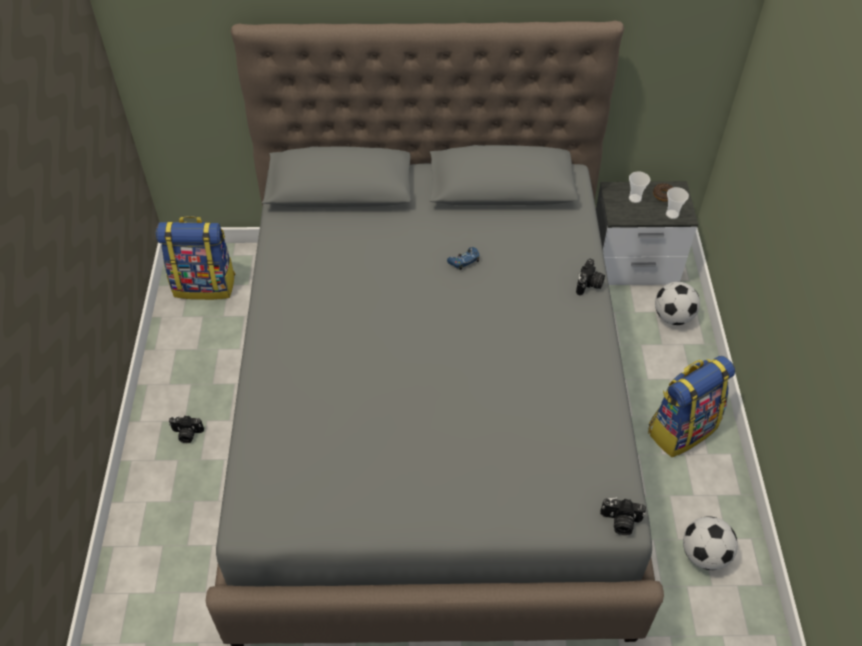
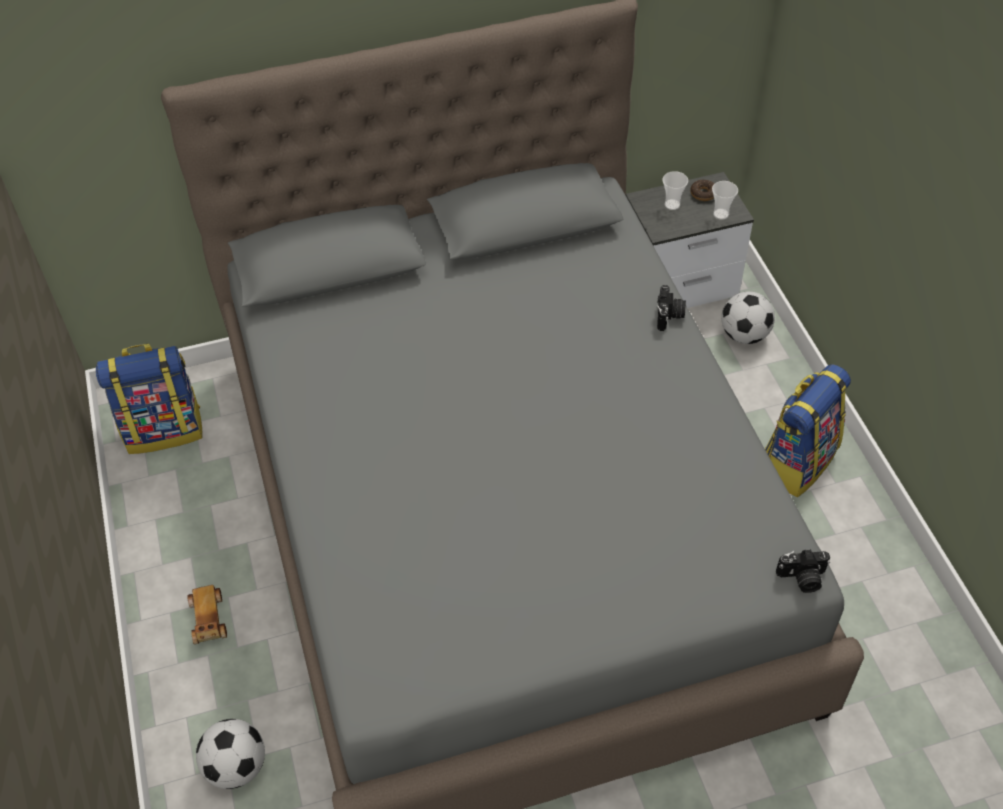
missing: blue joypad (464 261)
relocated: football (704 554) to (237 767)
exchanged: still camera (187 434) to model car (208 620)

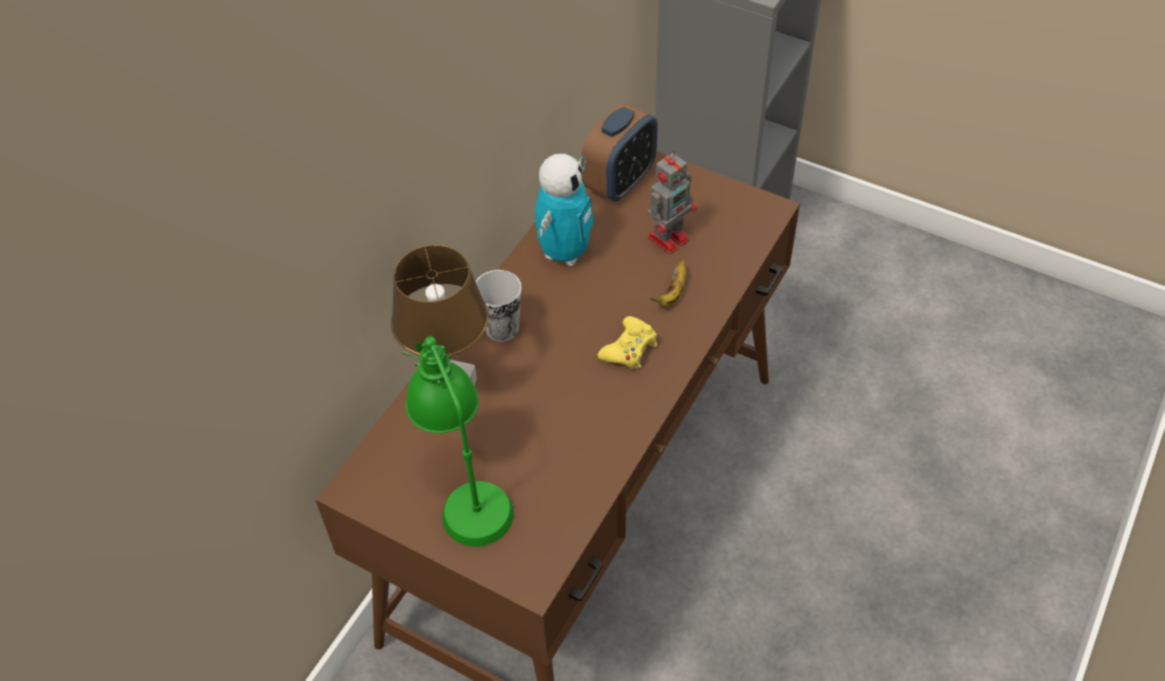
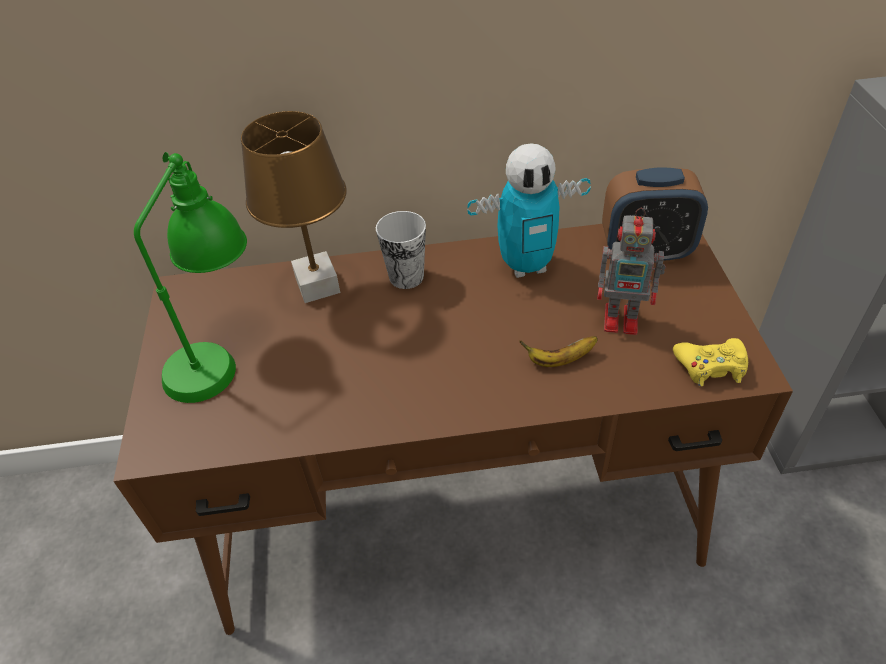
relocated: yellow-coloured joypad (629 349) to (711 366)

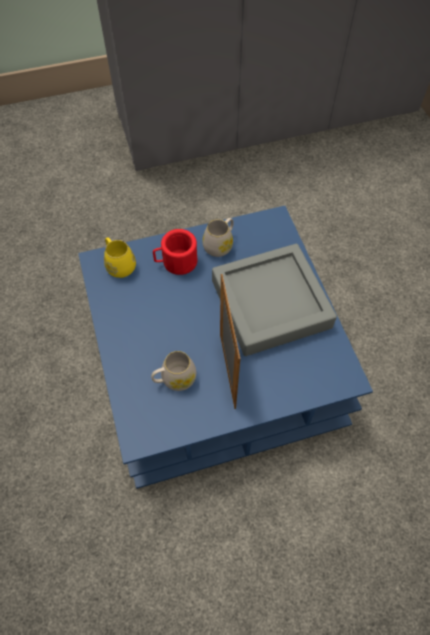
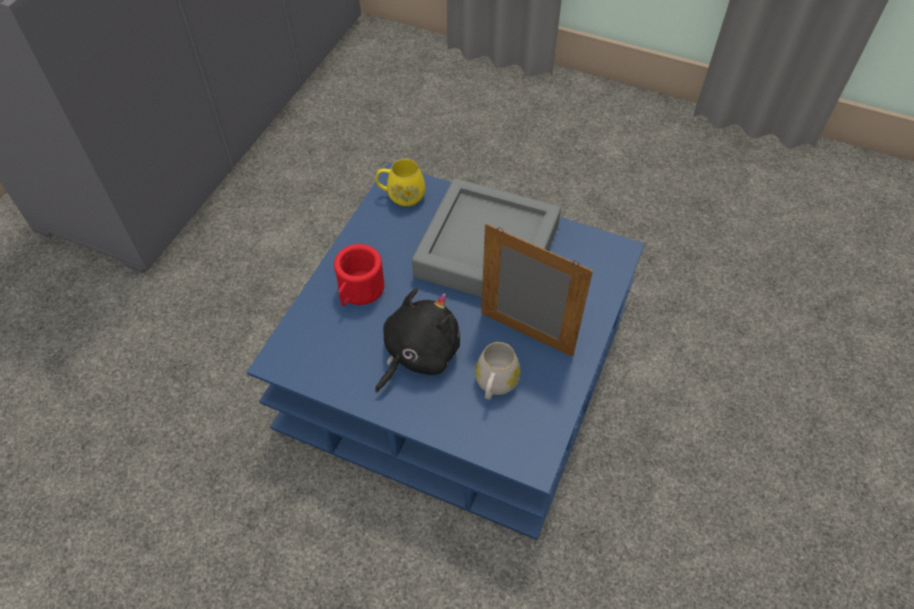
missing: white-coloured coffee mug (220 245)
appeared: black cuddly toy (418 354)
relocated: yellow-coloured coffee mug (119 265) to (401 195)

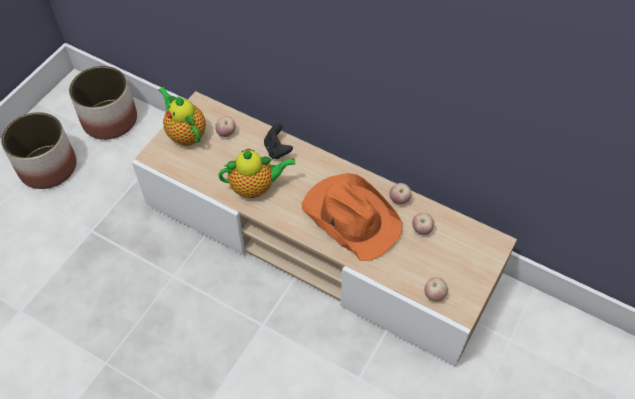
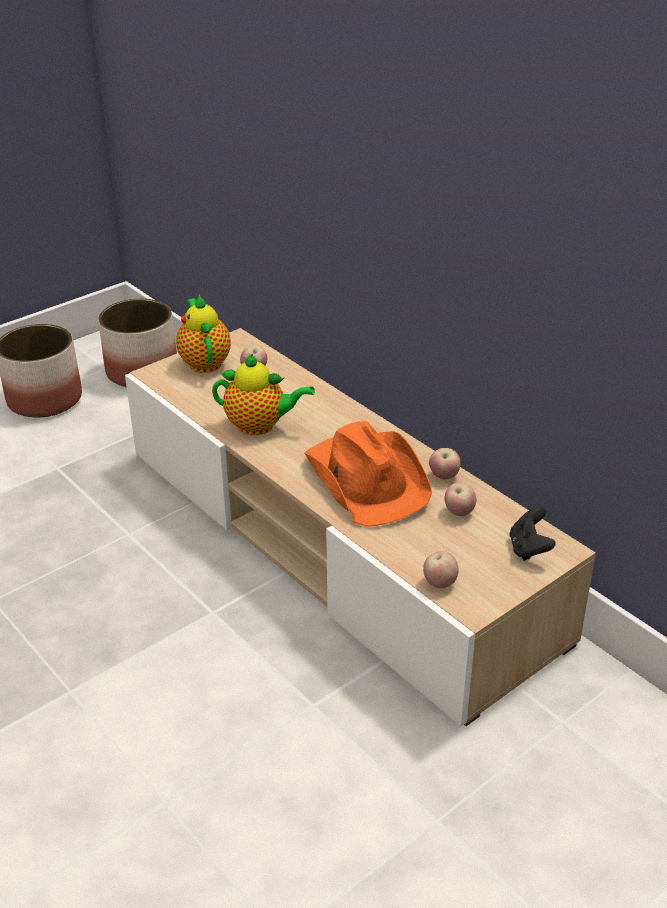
relocated: black joypad (277 150) to (529 549)

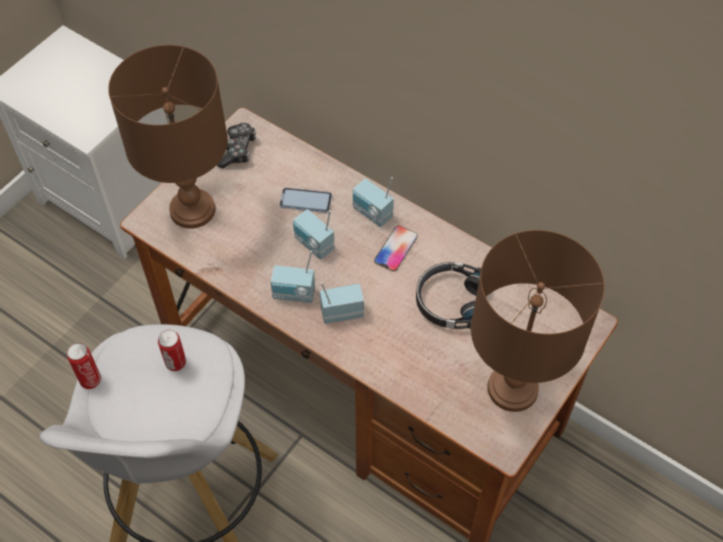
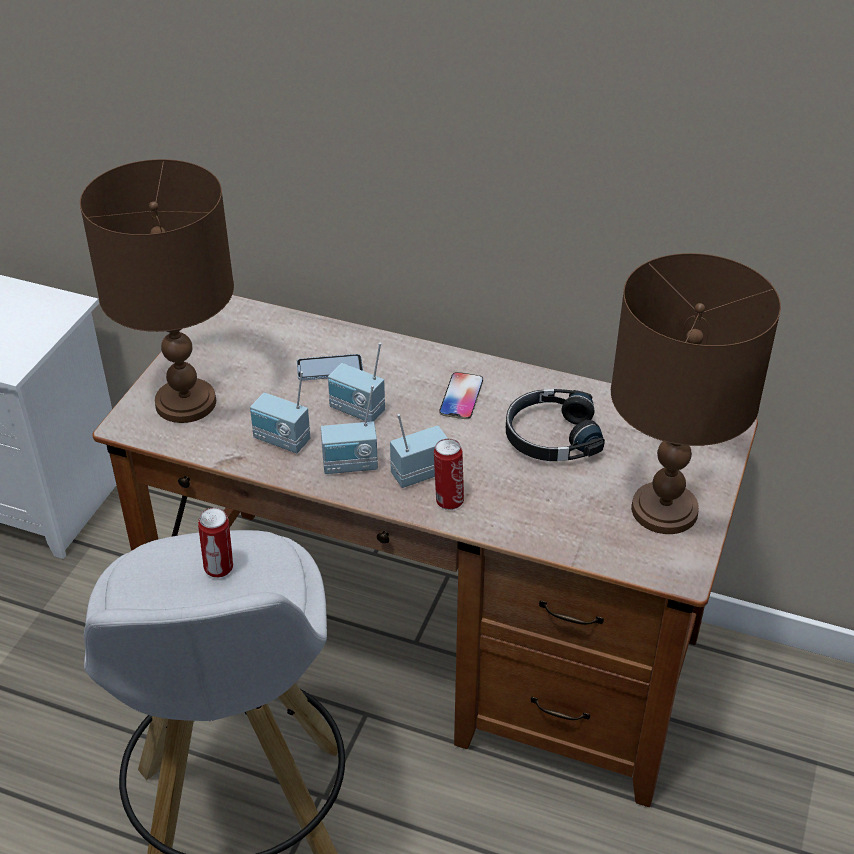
missing: joypad (238 150)
relocated: metal can (90 379) to (448 500); radio receiver (371 214) to (281 441)

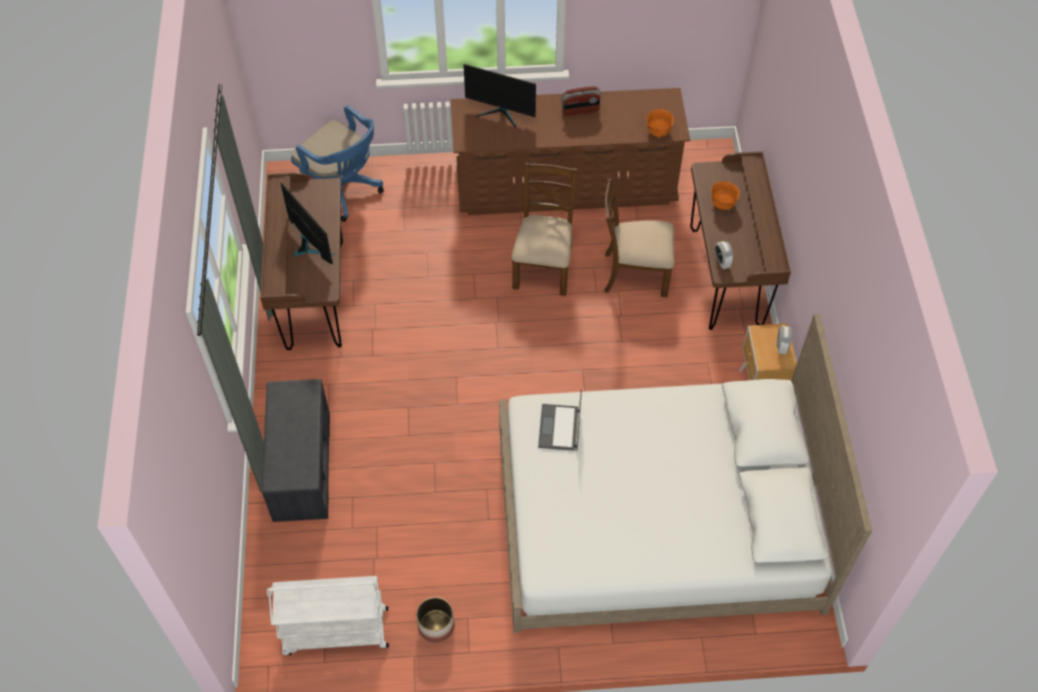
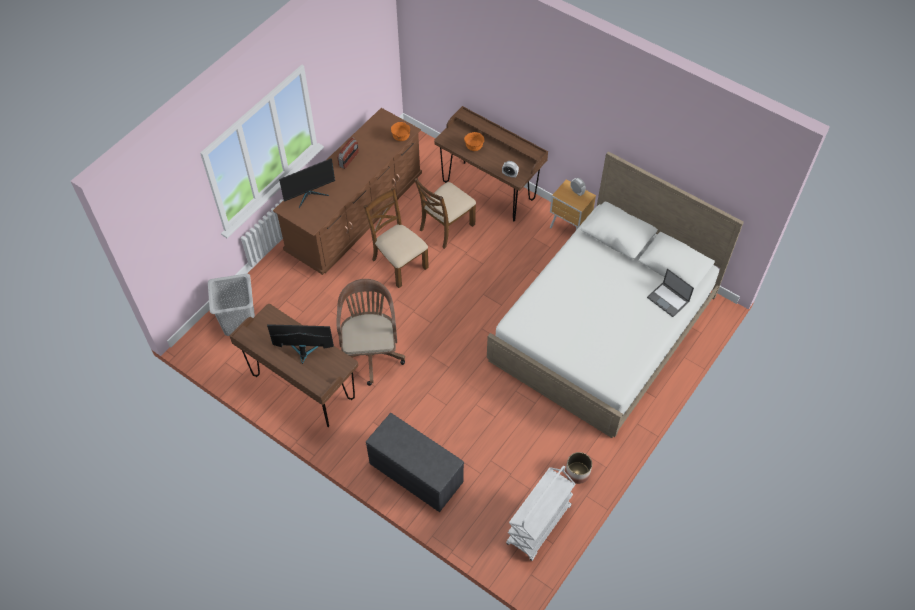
appeared: brown-coloured computer chair (370 351)
relocated: portable computer (559 428) to (668 299)
exchanged: blue computer chair (343 190) to greyish washing basket (239 322)

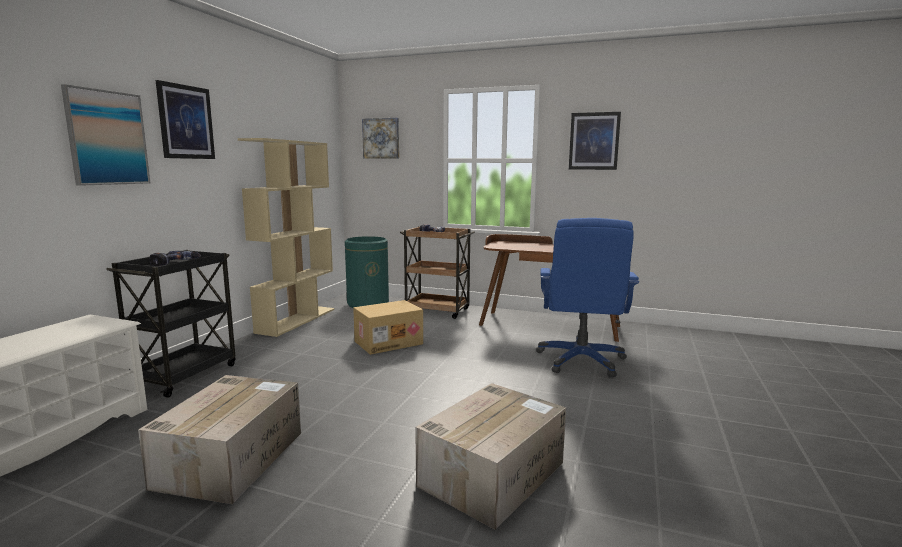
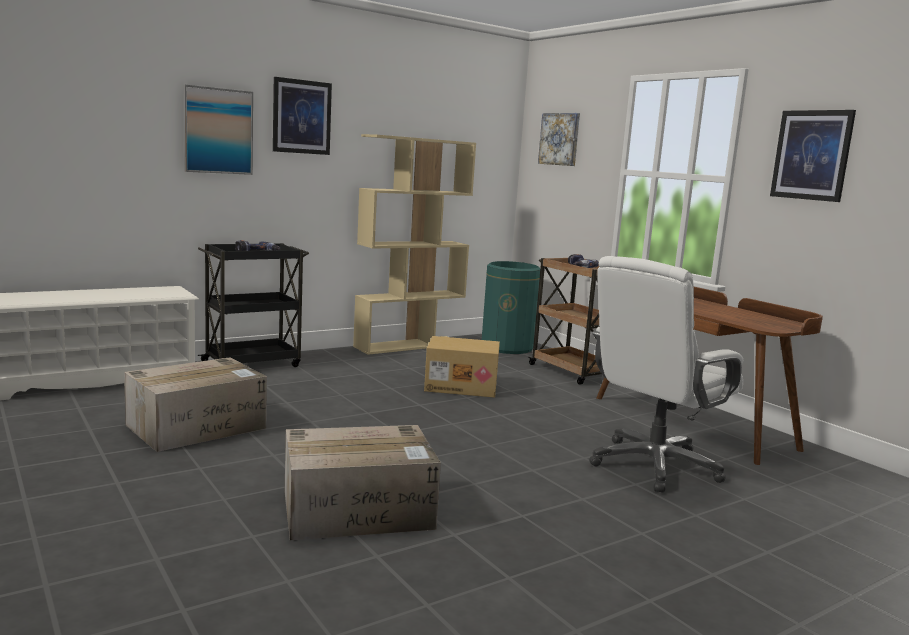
colour: blue computer chair (581 360) to white-coloured computer chair (654 466)

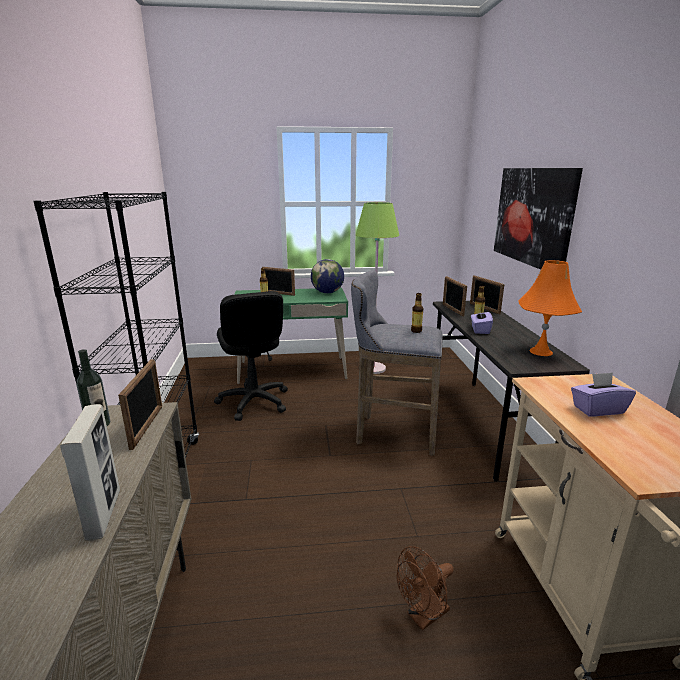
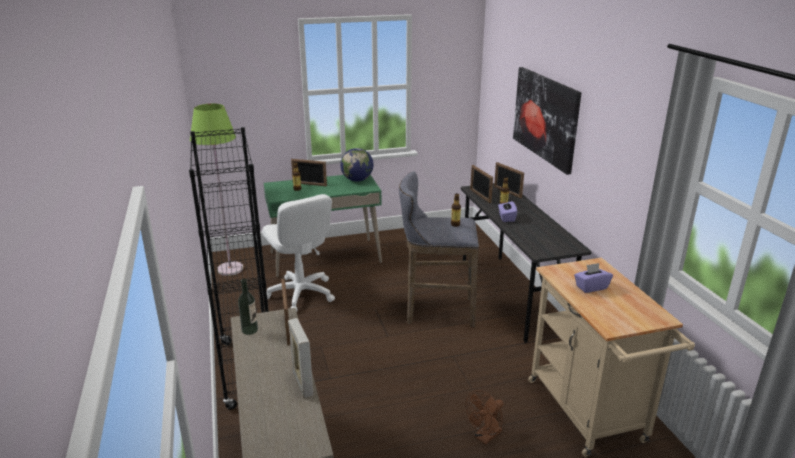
missing: orangey table lamp (541 352)
relocated: green-coloured floor lamp (373 368) to (230 269)
colour: black computer chair (253 402) to white-coloured computer chair (300 294)

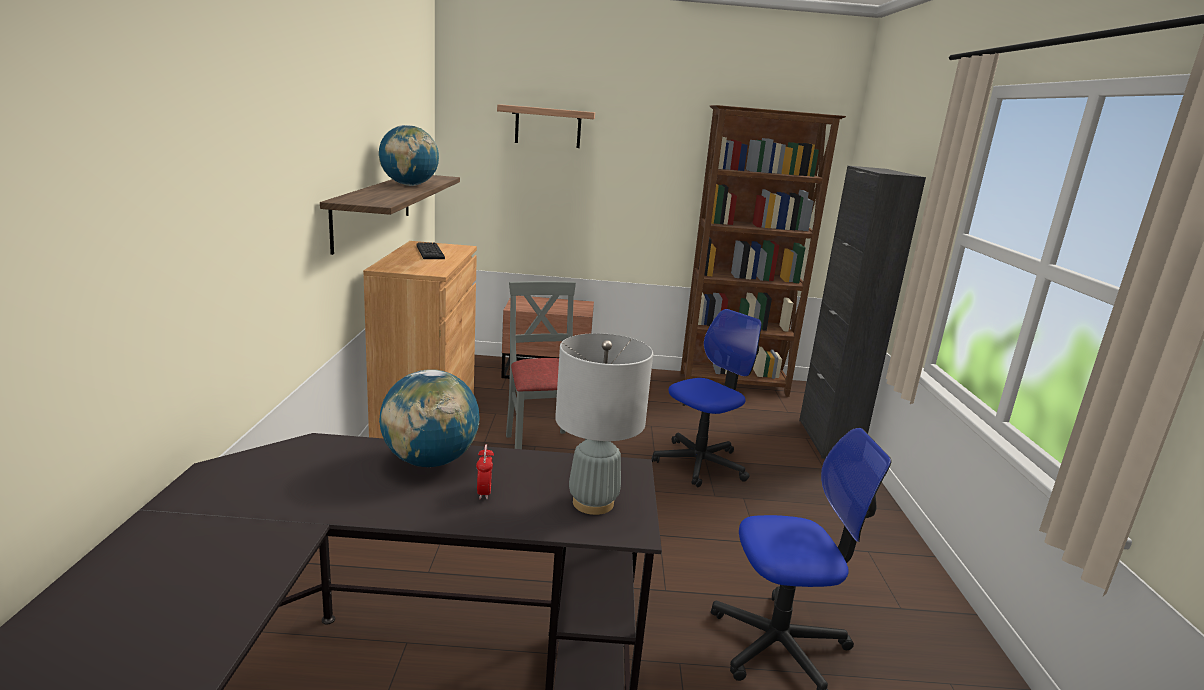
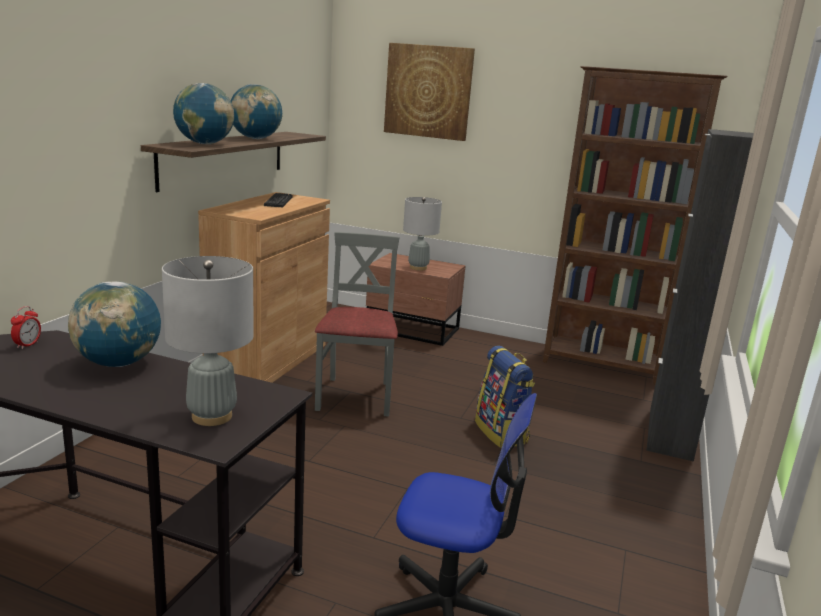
appeared: world globe (204 144); greyish table lamp (418 268)
relocated: table clock (484 492) to (27 345)
exchanged: shelf (548 127) to wall picture (428 91); computer chair (700 463) to backpack (502 433)

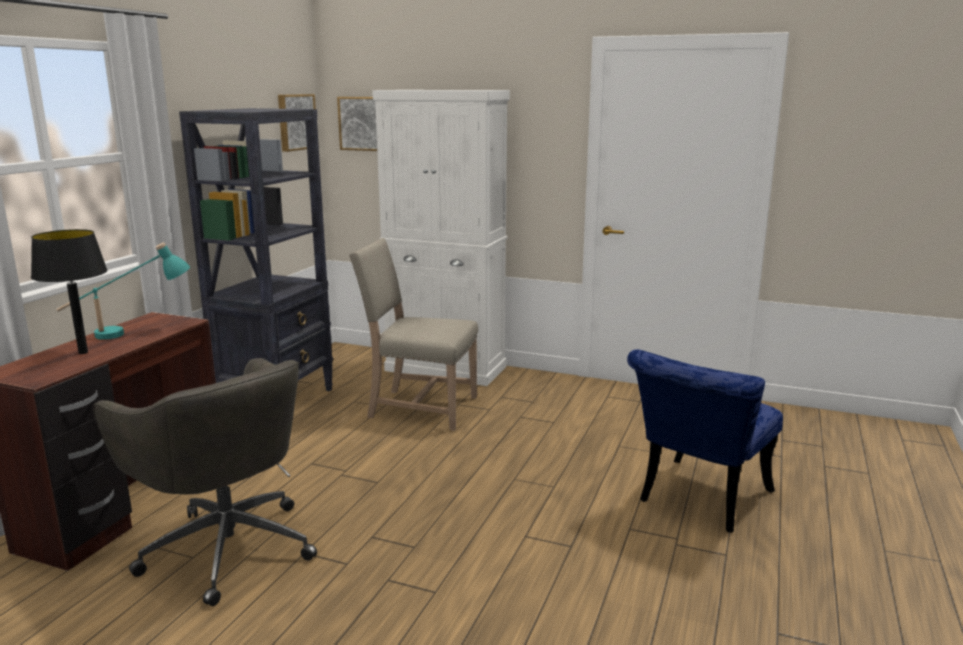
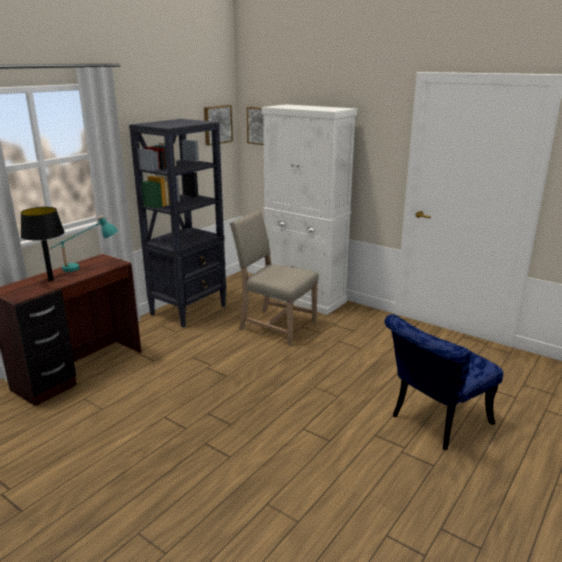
missing: greyish computer chair (227 546)

